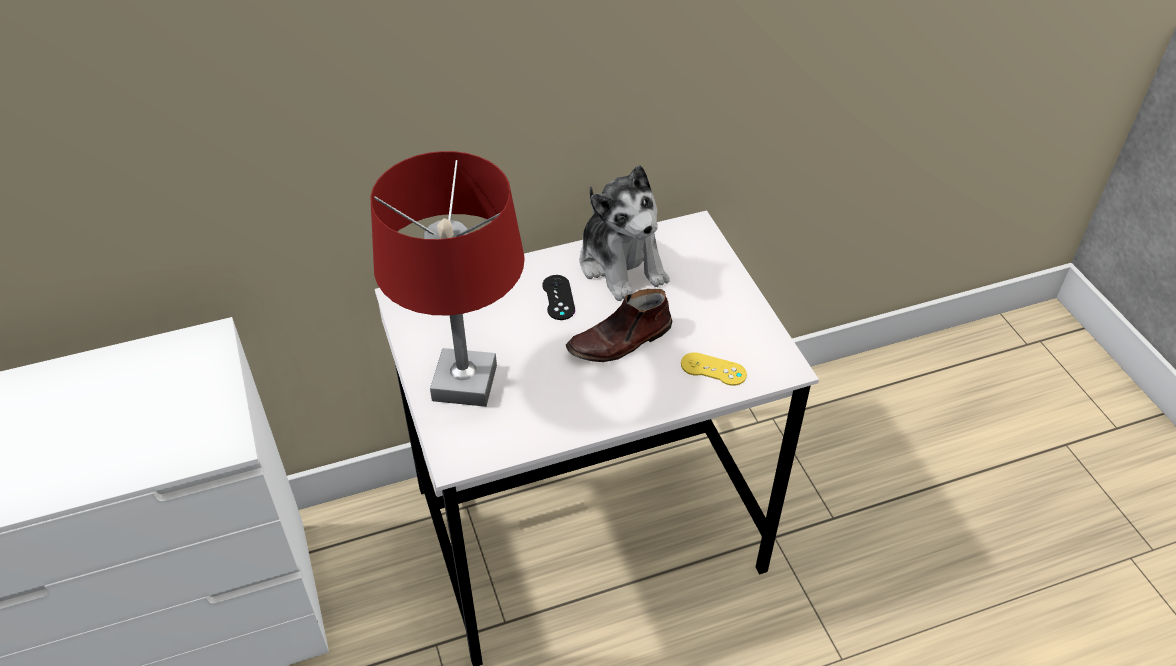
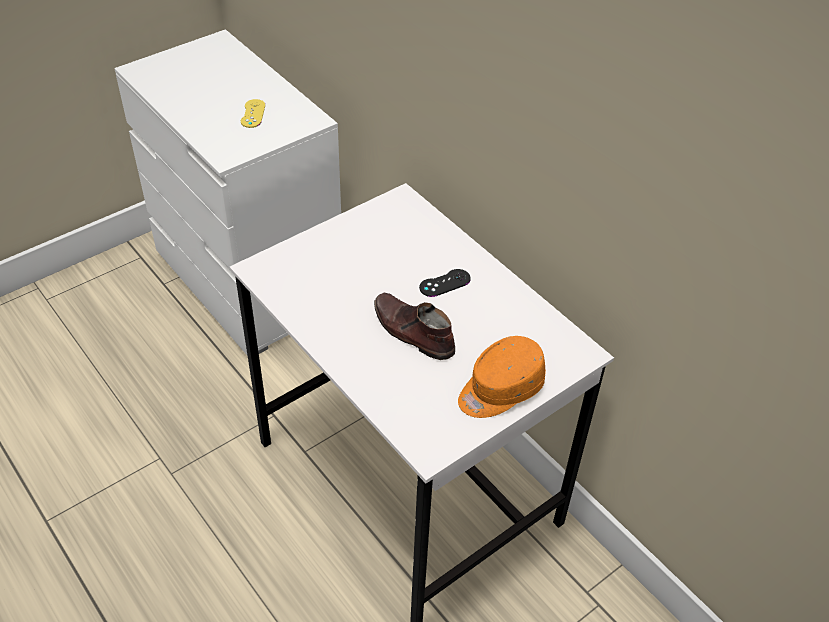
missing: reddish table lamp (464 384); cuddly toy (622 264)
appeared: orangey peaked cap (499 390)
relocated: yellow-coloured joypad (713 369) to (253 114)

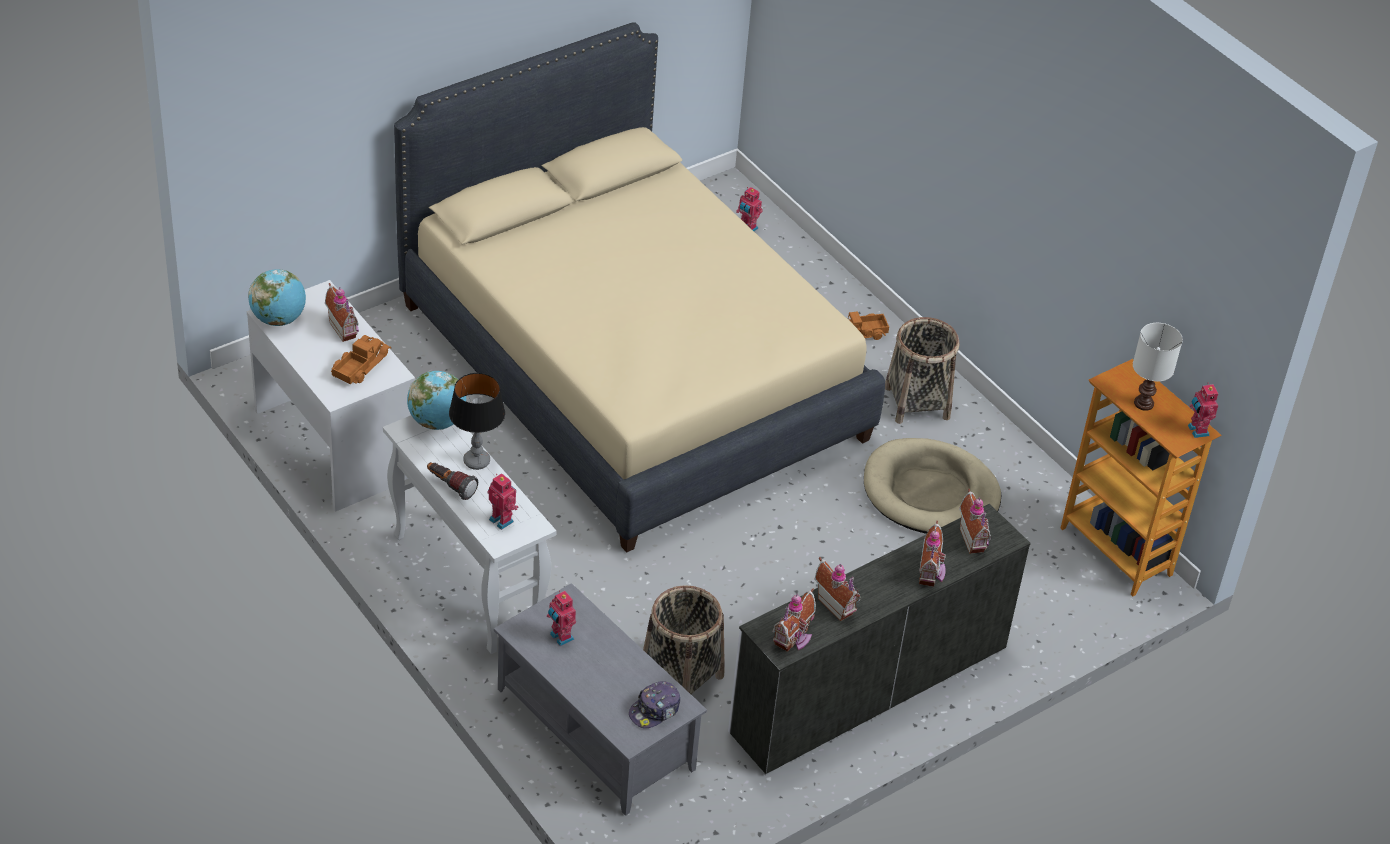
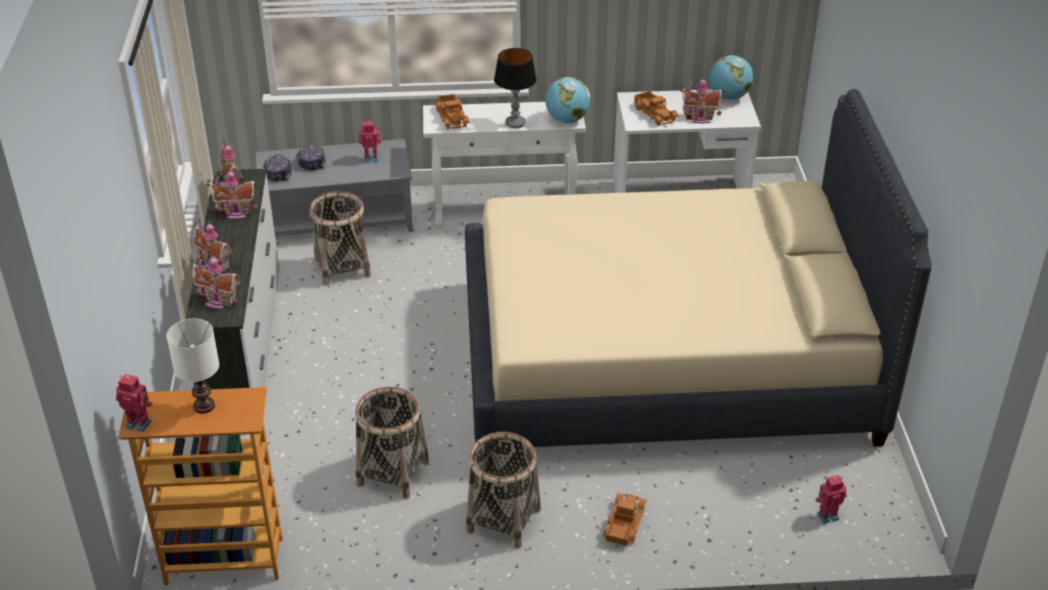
missing: torch (450 486)
appeared: peaked cap (311 161)
exchanged: toy robot (502 520) to toy lorry (452 117); beige-coloured dog bed (930 493) to storage basket (392 472)

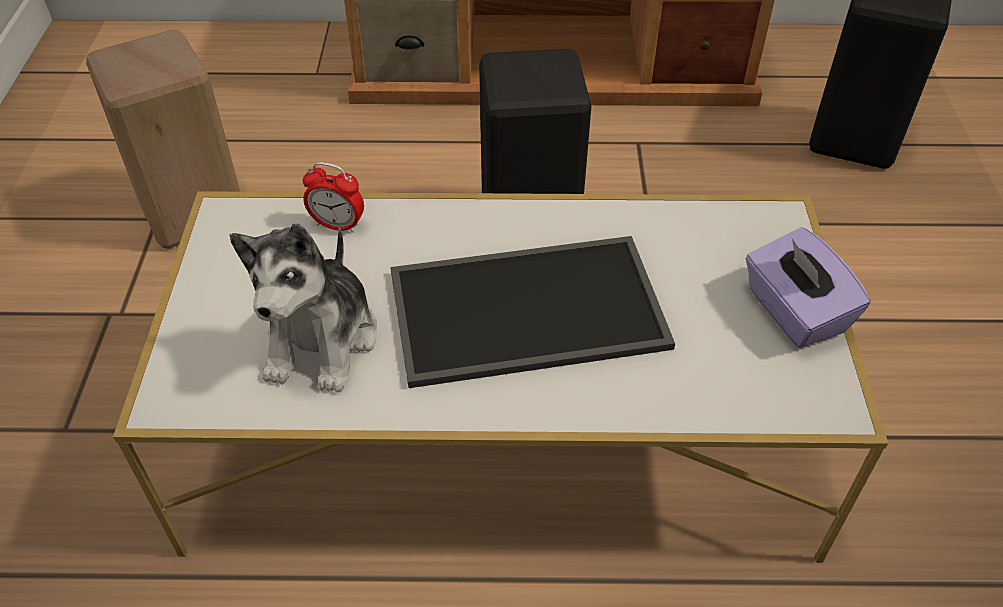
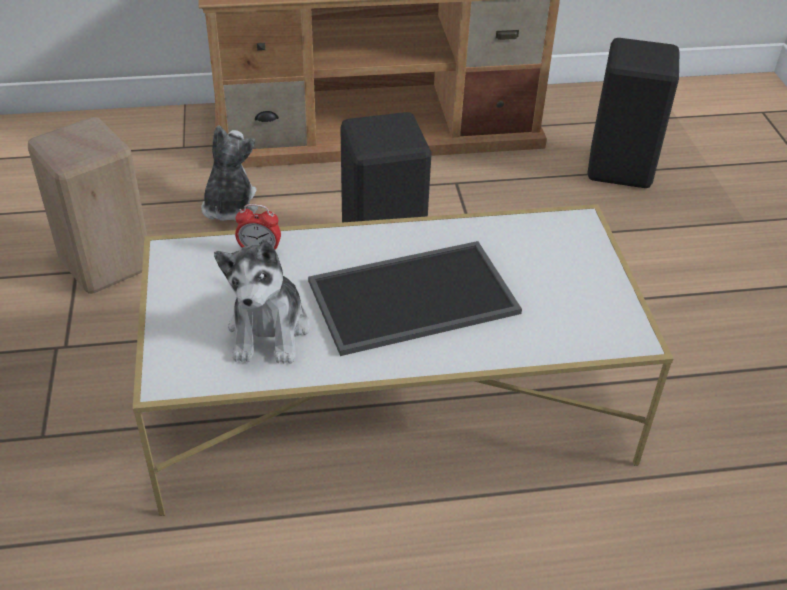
missing: purple tissue box (793 312)
appeared: cuddly toy (230 207)

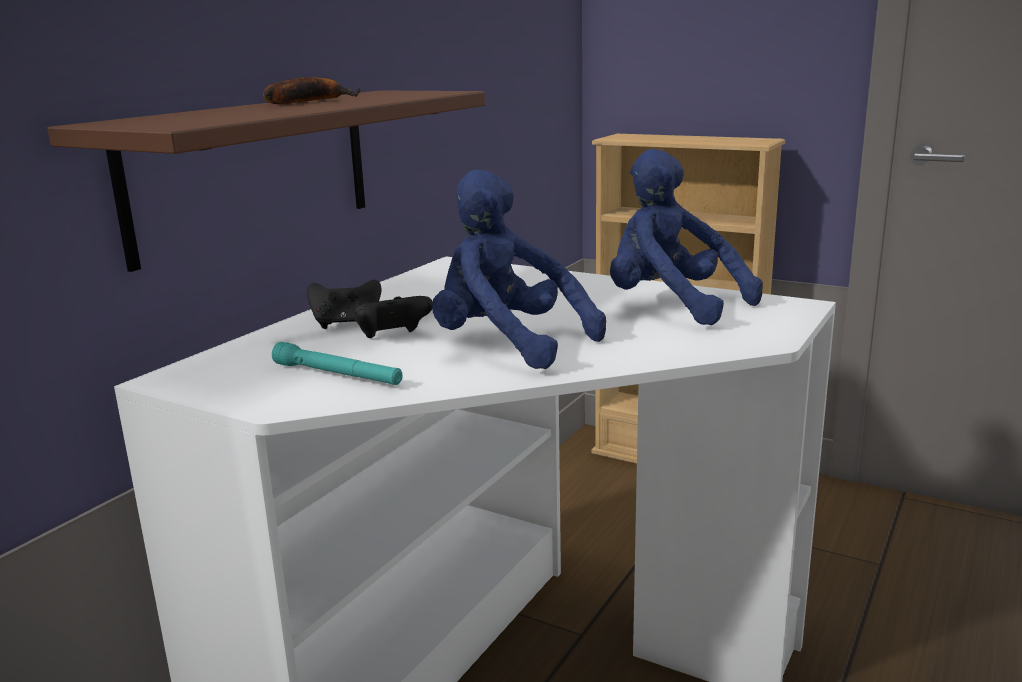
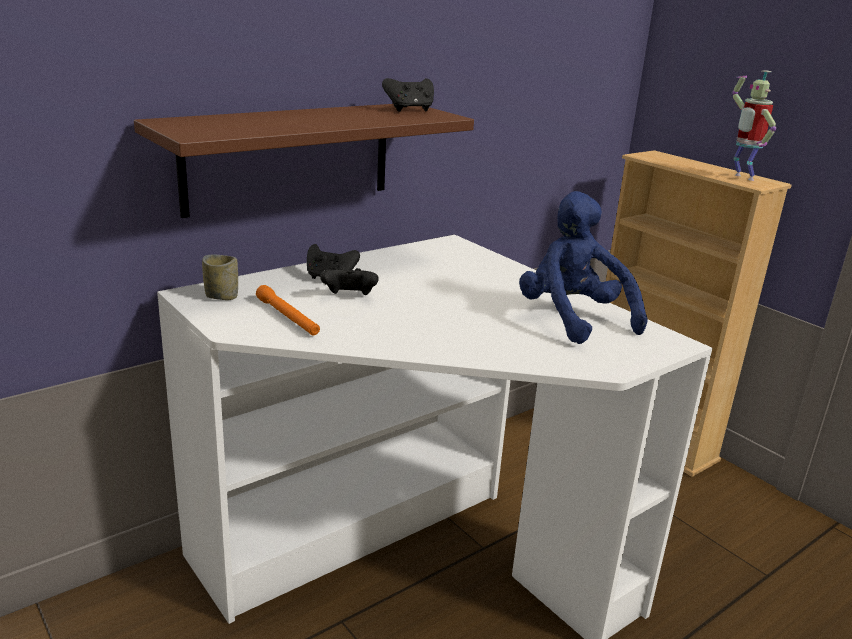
missing: banana fruit (308 101); blue cuddly toy (507 345)
appeared: drinking cup (221 296); black joypad (409 110); toy robot (740 177)
colour: turquoise torch (337 375) to orangey torch (287 317)

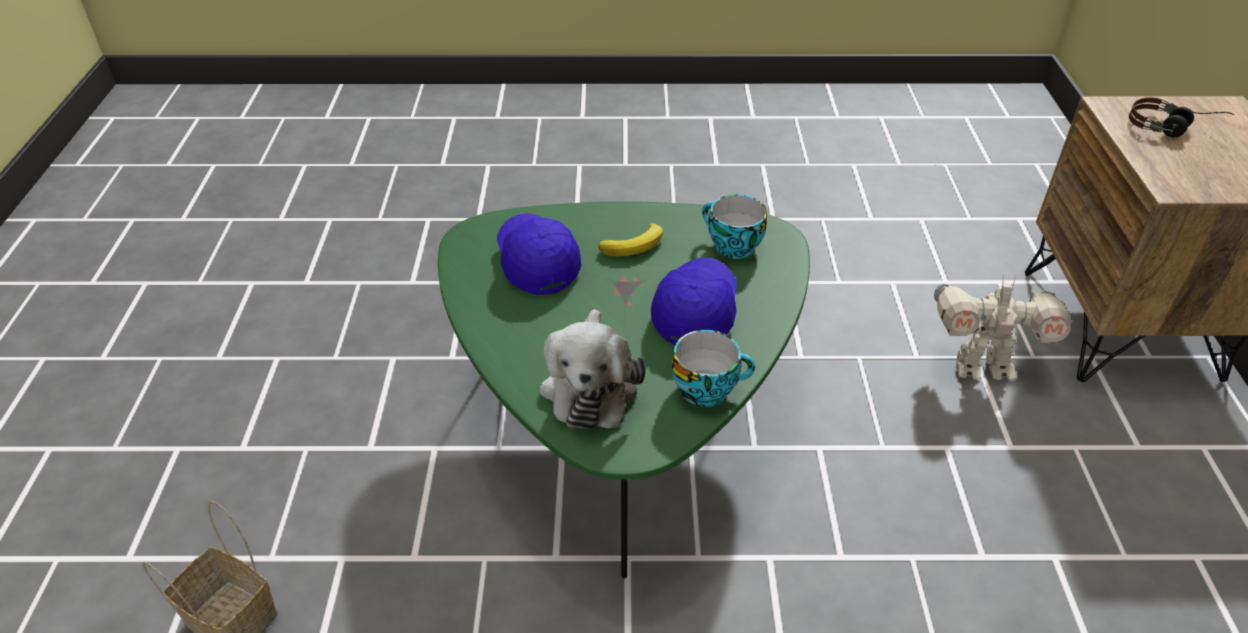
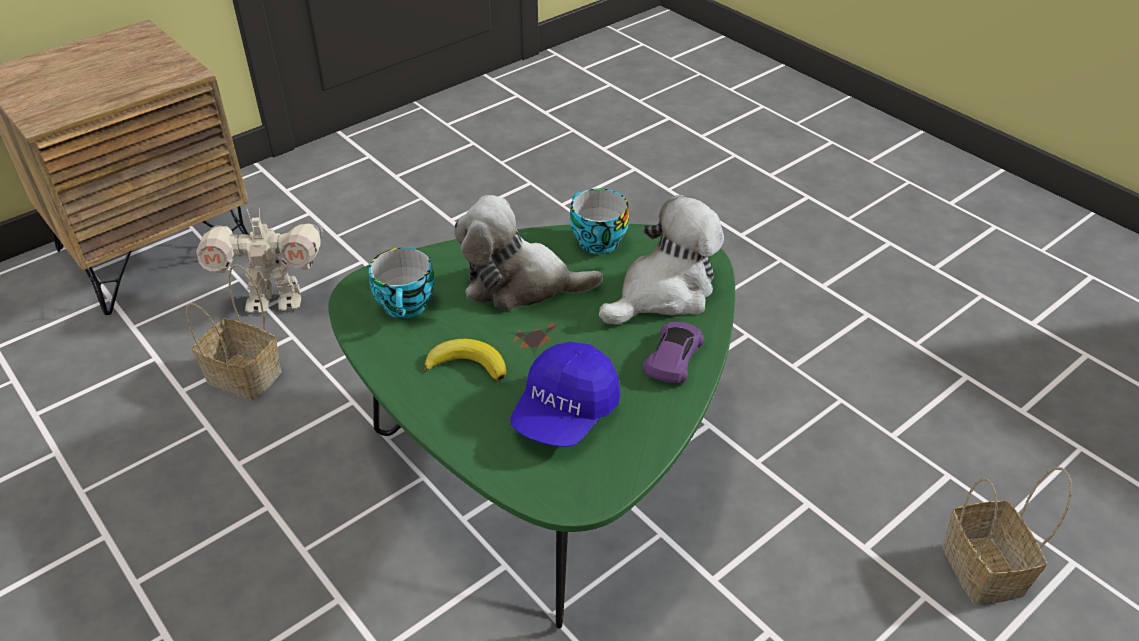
missing: headset (1173 129)
appeared: storage basket (247 376); purple model car (674 356)
exchanged: blue peaked cap (695 311) to cuddly toy (520 284)
spun: toy robot (981 366) = (275 300) 120 degrees clockwise

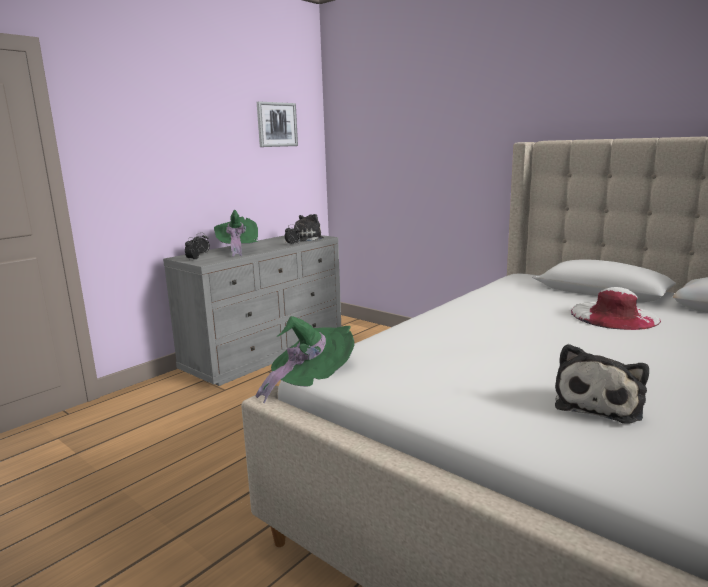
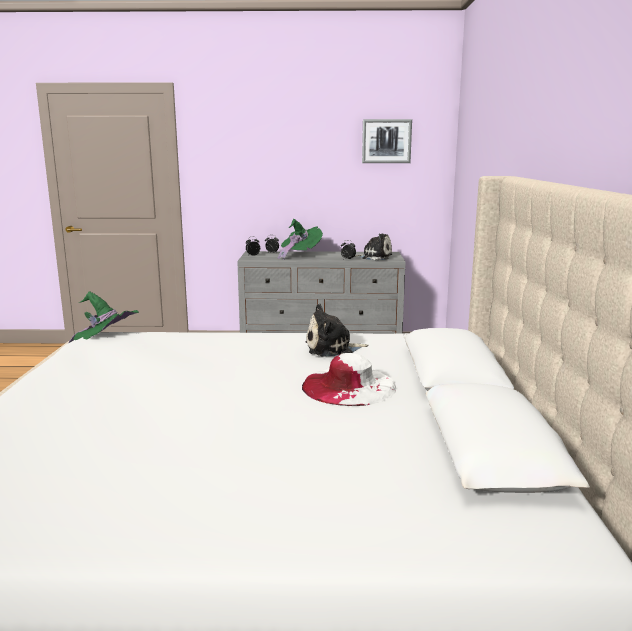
relocated: cuddly toy (599 404) to (332 349)

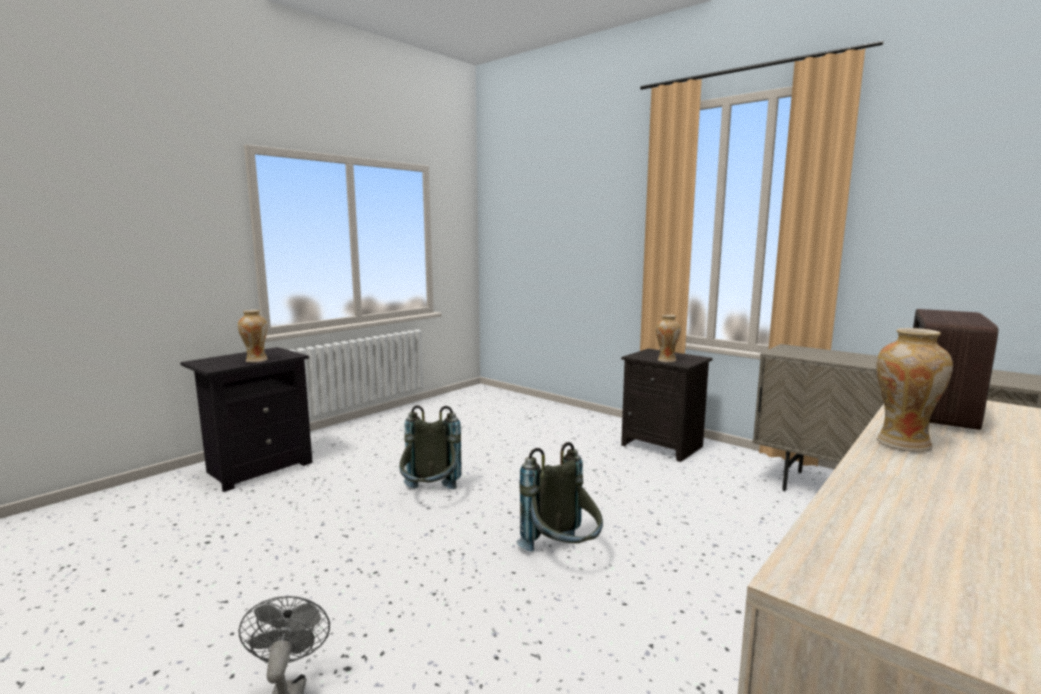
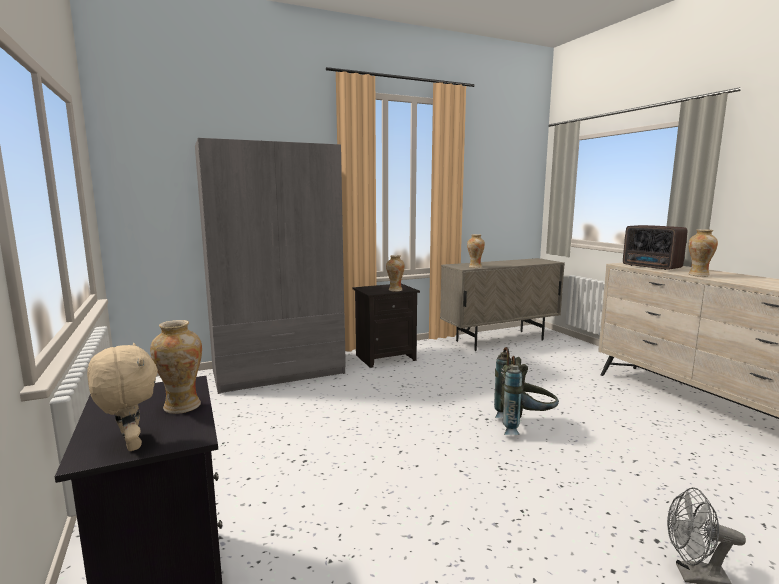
missing: greyish backpack (430 496)
appeared: beige-coloured cuddly toy (130 445); greyish wardrobe (279 372); decorative vase (475 267)

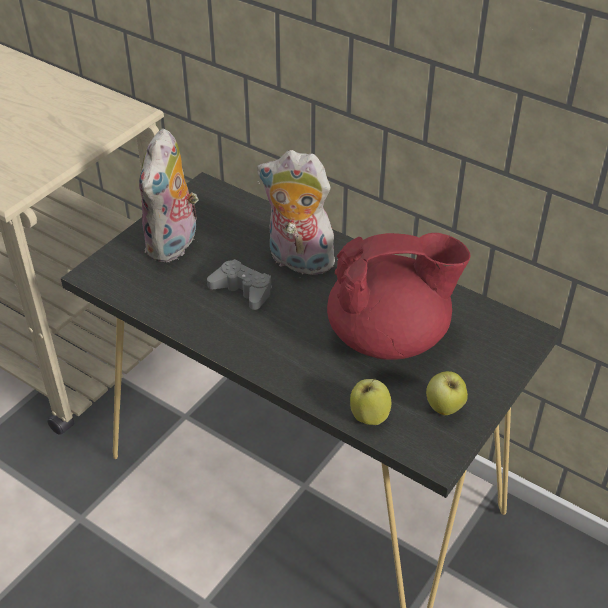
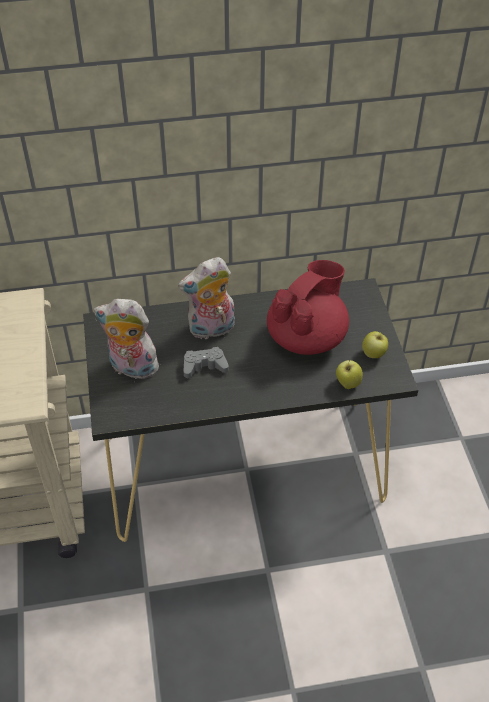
spun: cuddly toy (174 245) = (131 368) 135 degrees clockwise

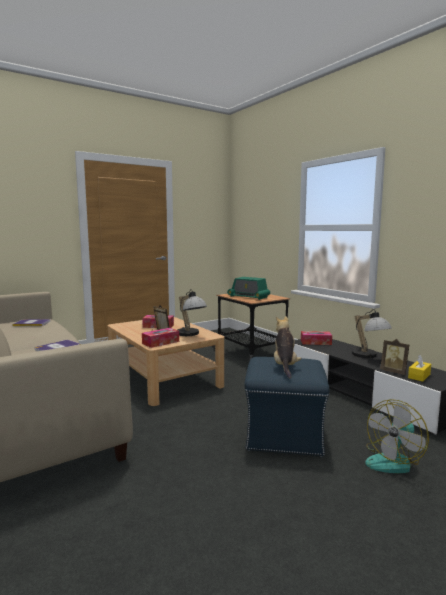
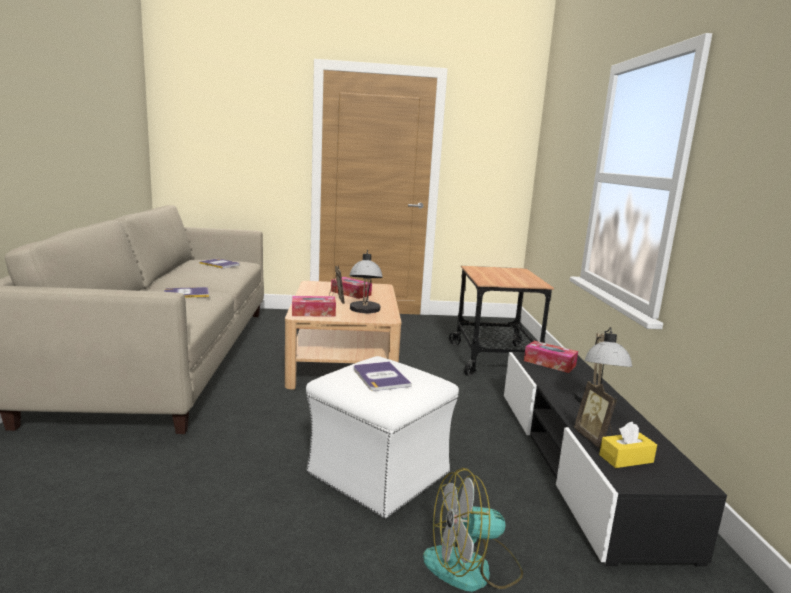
missing: radio receiver (248 297)
exchanged: cuddly toy (285 366) to volume (380 377)
colour: blue ottoman (283 434) to white-coloured ottoman (377 473)

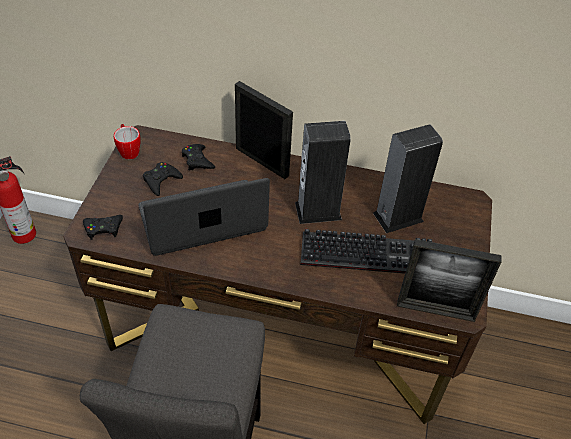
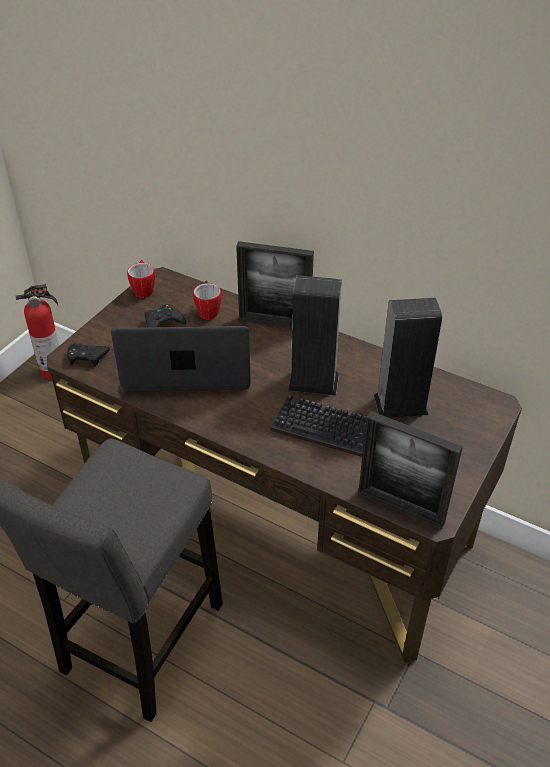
exchanged: black joypad (197 160) to coffee mug (208 310)
spun: picture frame (262 162) = (274 323) 135 degrees clockwise

